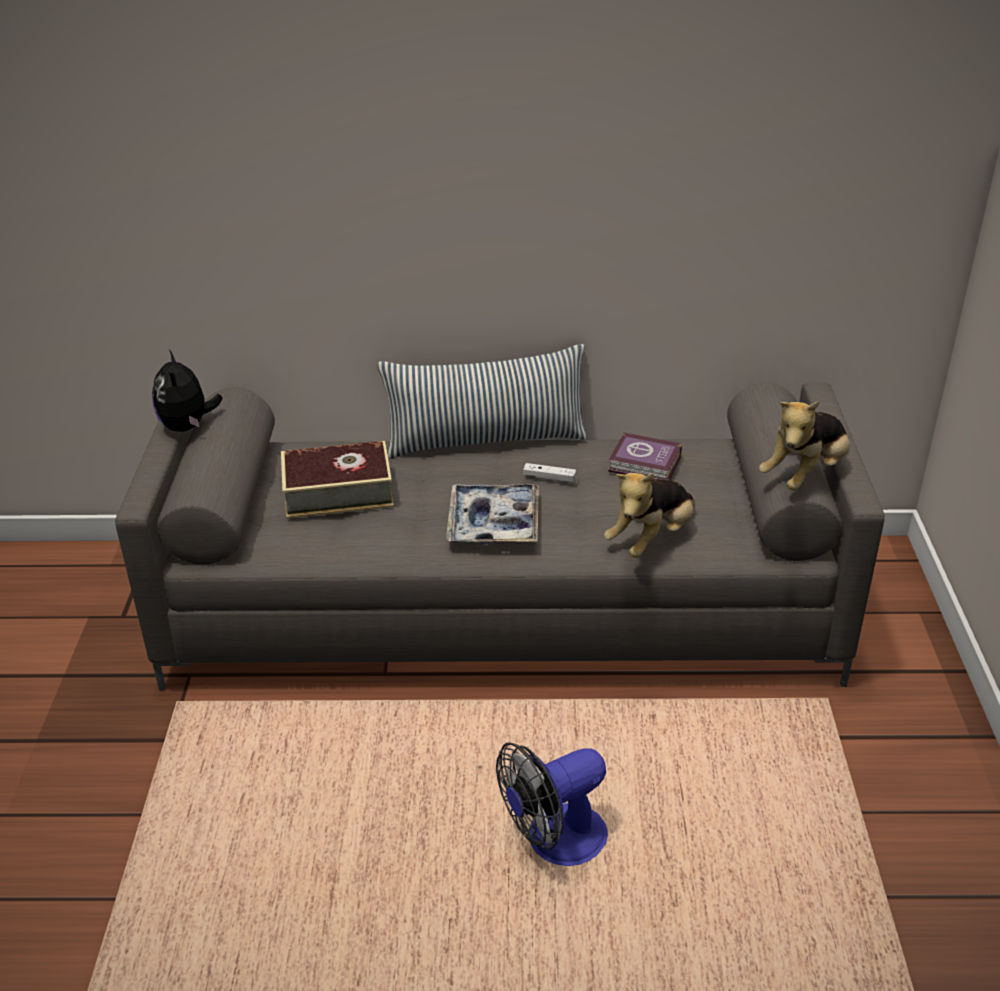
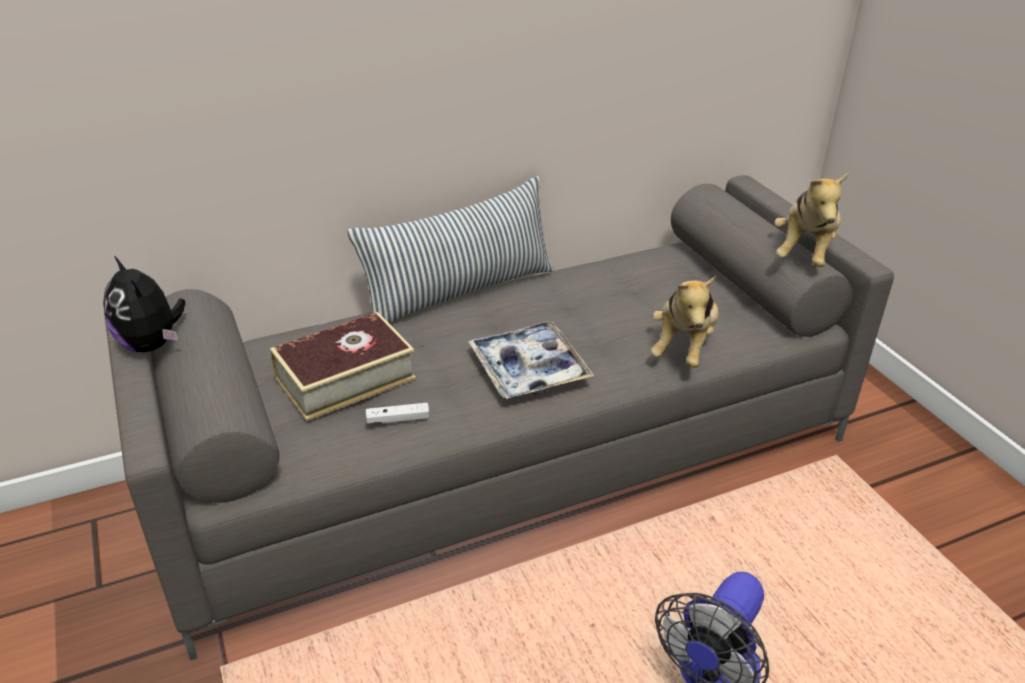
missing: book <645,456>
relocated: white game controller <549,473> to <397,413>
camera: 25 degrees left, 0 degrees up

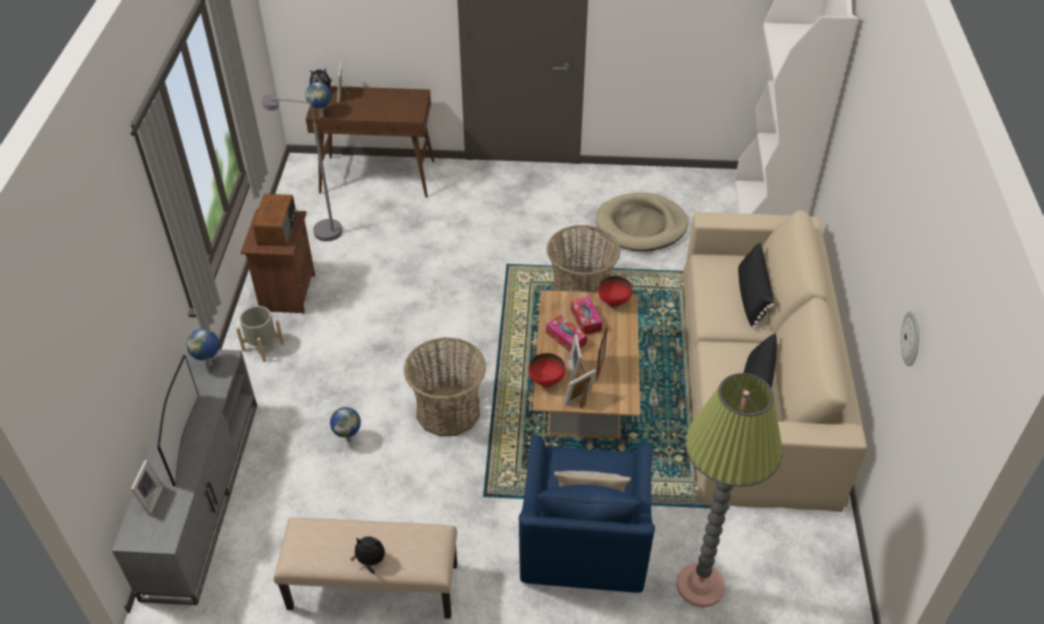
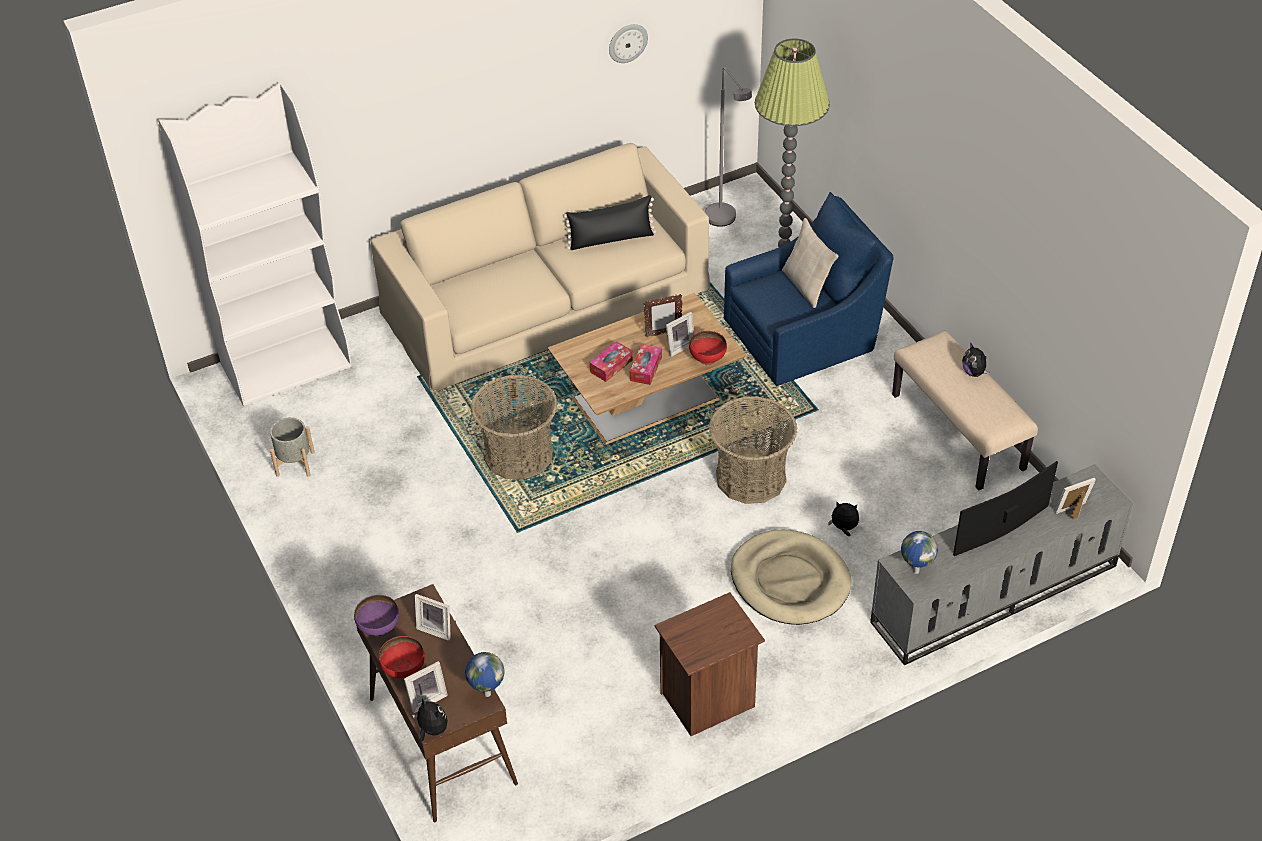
missing: radio <275,220>; black pillow <756,285>
appeared: purple bowl <376,615>
relocated: grey floor lamp <302,168> to <728,147>; beige dog bed <642,221> to <791,577>; red bowl <615,292> to <401,657>; grey planter <260,334> to <292,447>; picture frame <580,389> to <433,617>
exchanged: globe <345,424> to plush toy <843,519>
camera: 120 degrees left, 0 degrees up

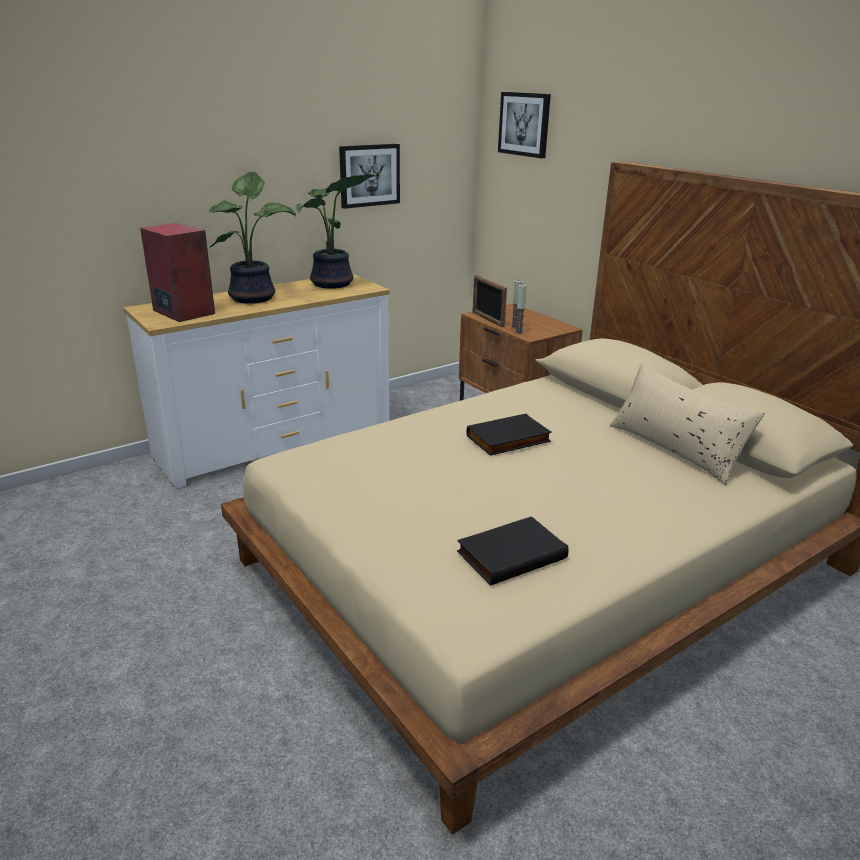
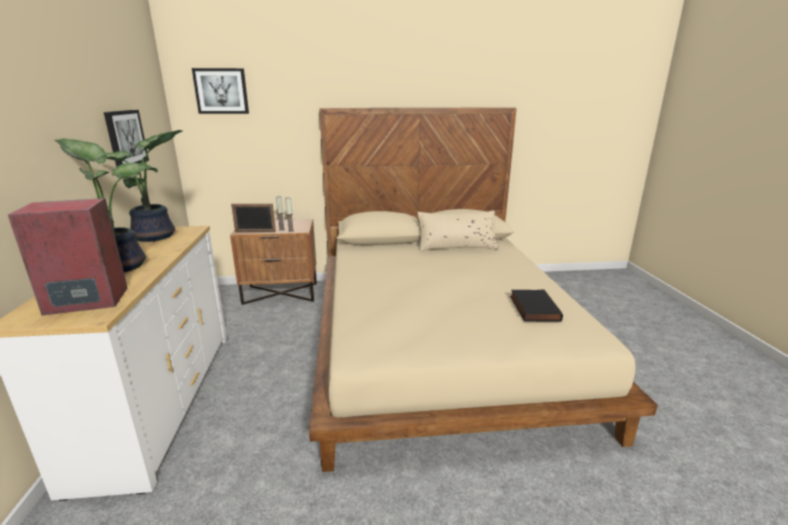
missing: black book <509,435>
camera: 60 degrees left, 5 degrees down

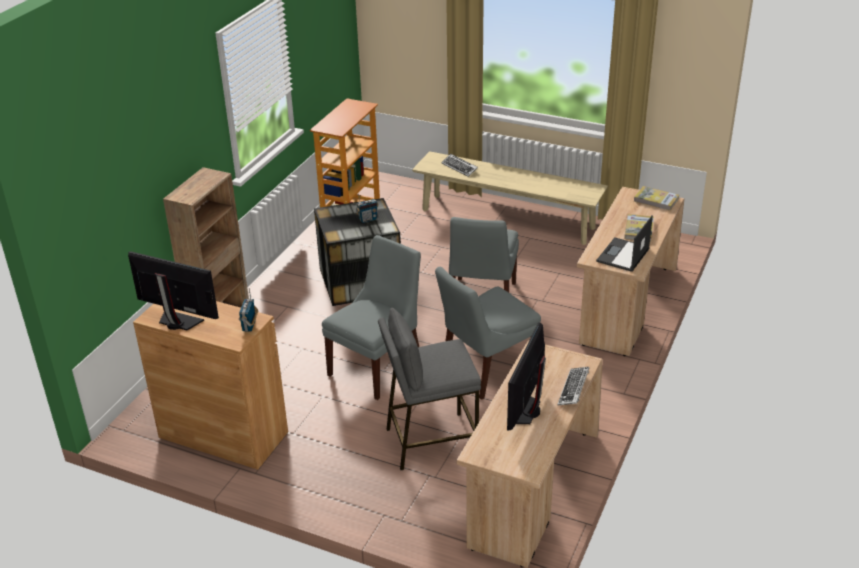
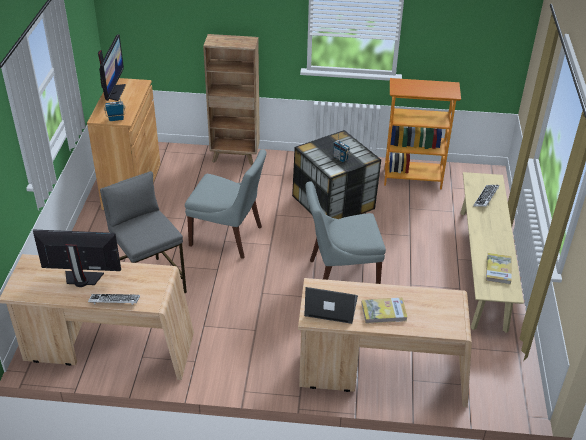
missing: grey chair <488,333>
relocated: book <656,198> to <499,268>
camera: 70 degrees right, 5 degrees up

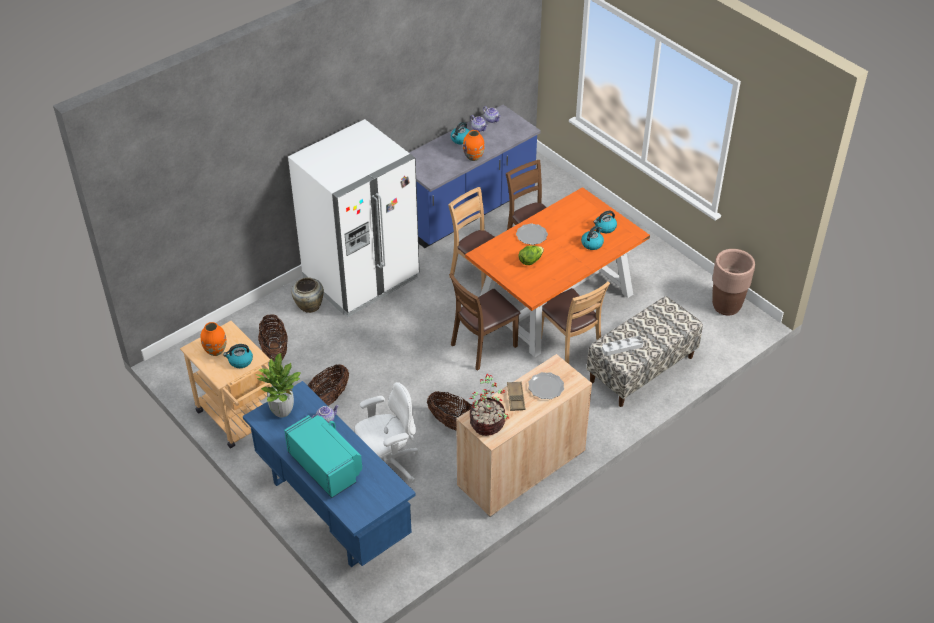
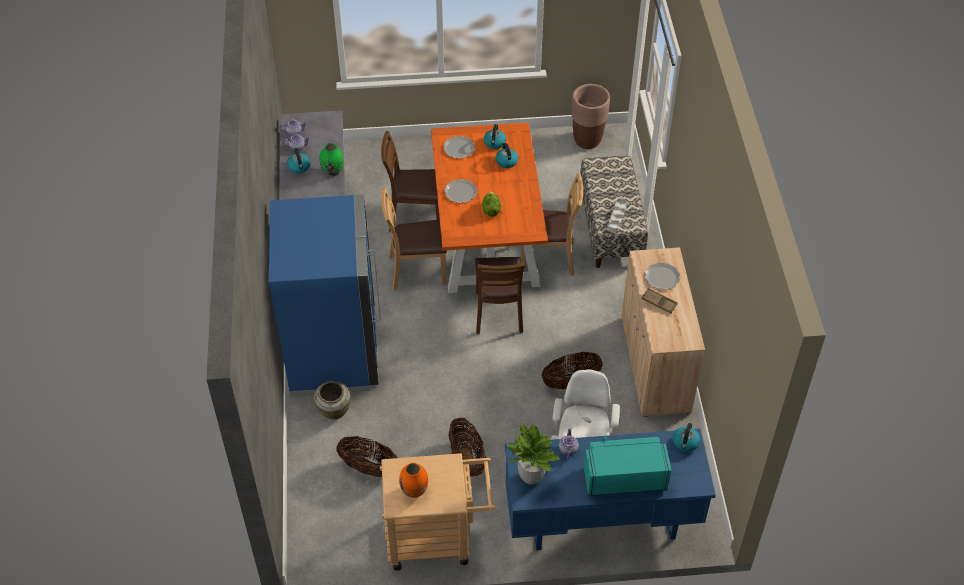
missing: potted plant <489,405>
appeared: plate <459,147>
relocated: kettle <238,356> to <686,437>
colour: white fridge <354,218> to blue fridge <325,295>; orange vase <474,145> to green vase <332,159>
camera: 55 degrees left, 5 degrees up

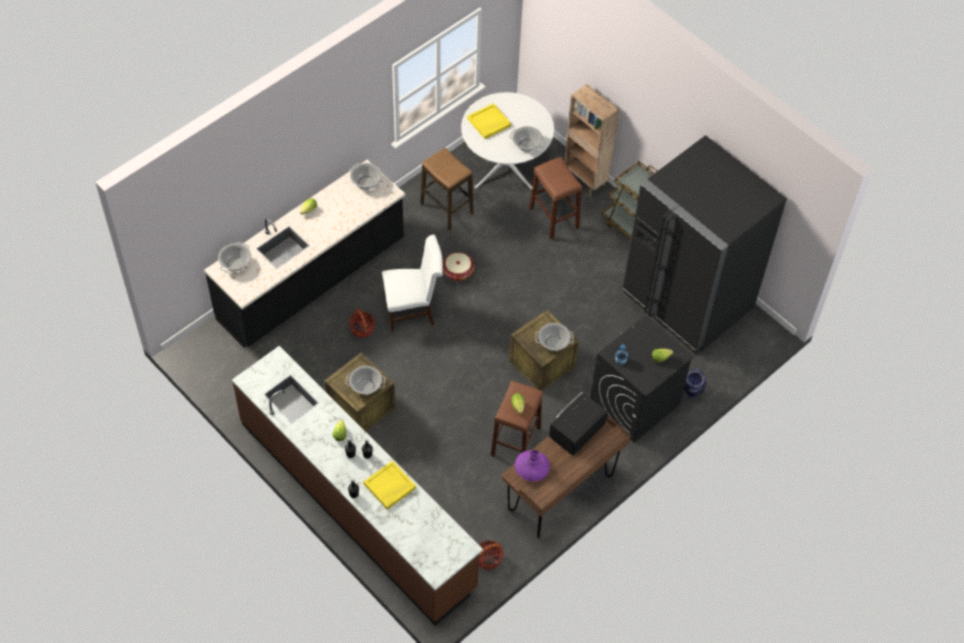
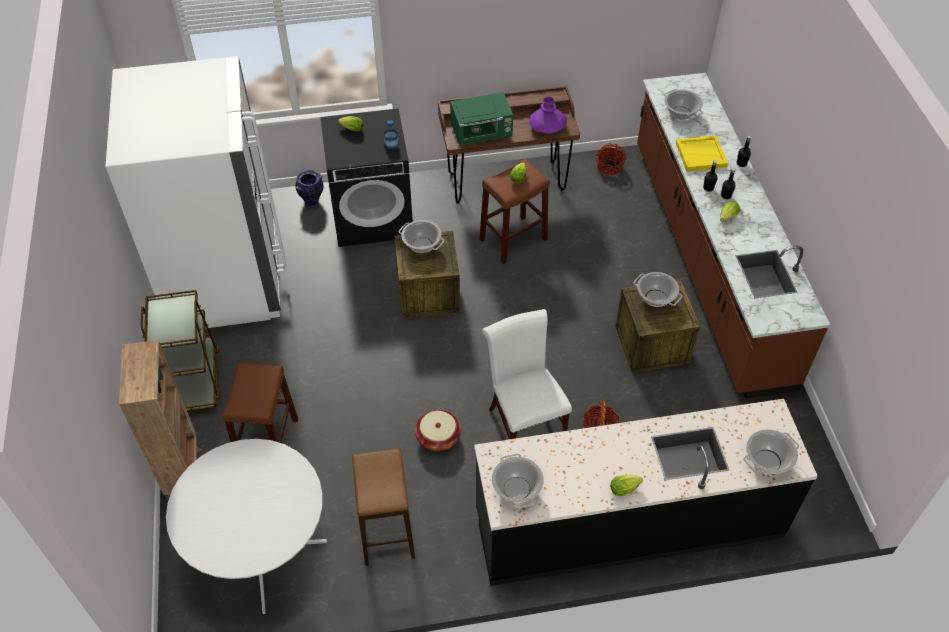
missing: yellow tray <489,121>
relocated: cooking pot <527,139> to <683,104>
colour: black fridge <705,244> to white fridge <196,192>; black microwave <578,423> to green microwave <481,119>
spun: white chair <412,283> = <527,374> 45 degrees clockwise
camera: 145 degrees left, 5 degrees down

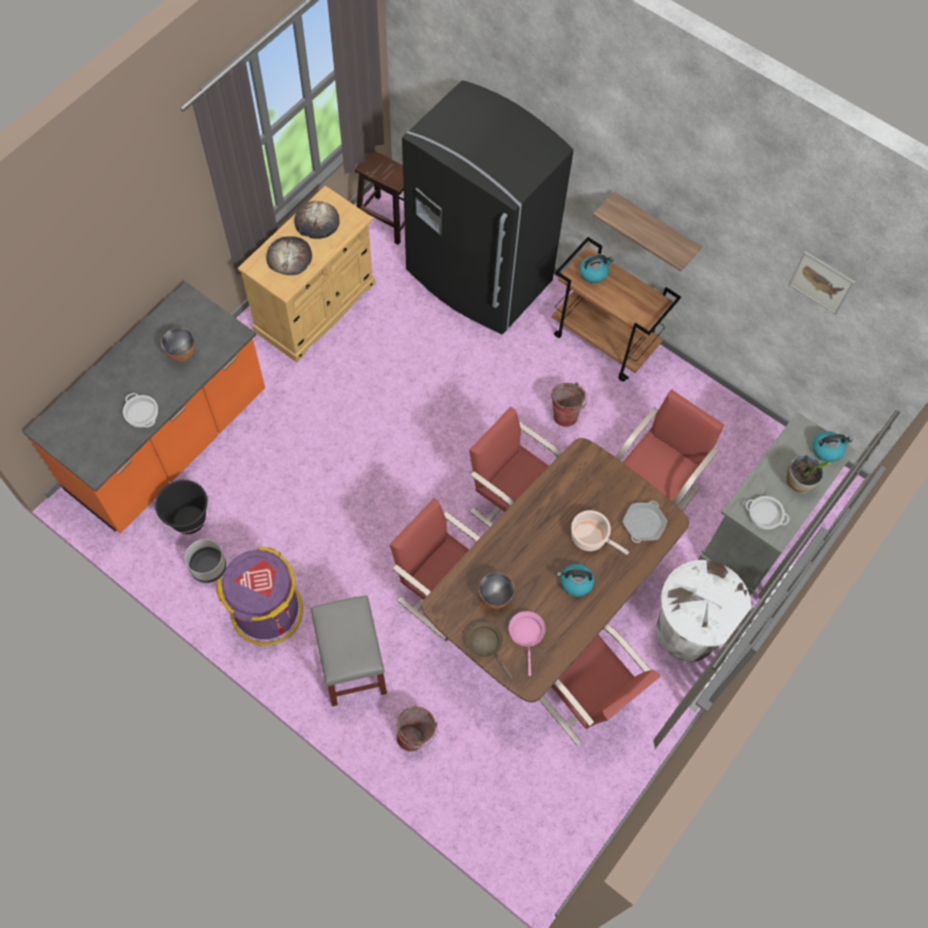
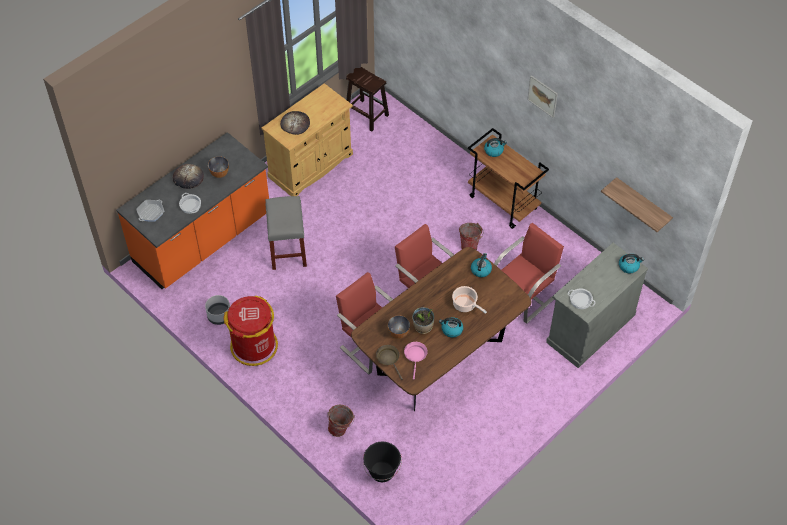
missing: black fridge <488,207>; white trash can <704,611>; red chair <599,685>
appeared: kettle <481,265>
relocated: shelf <647,232> to <637,204>; bread <317,220> to <188,176>; picture <822,283> to <542,96>; potted plant <808,474> to <423,320>; black bucket <183,507> to <382,462>; frying pan <645,522> to <150,211>; grey stool <349,650> to <286,233>
colour: purple trash can <259,596> to red trash can <251,331>
camera: 10 degrees right, 10 degrees down

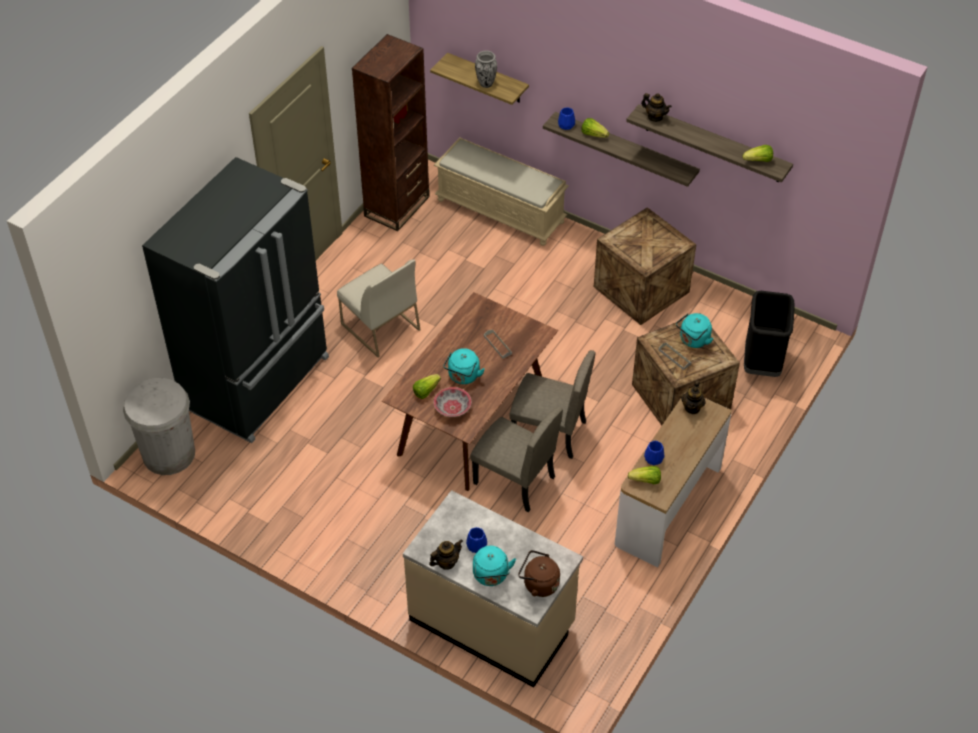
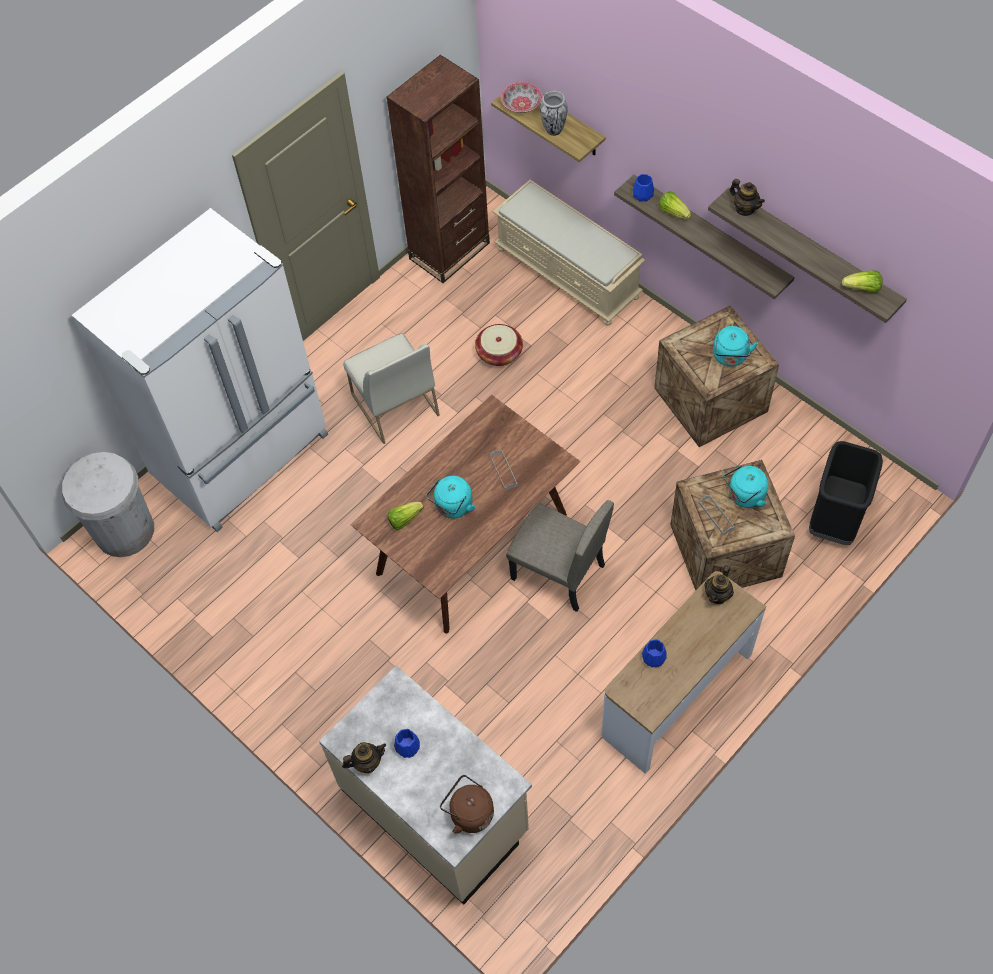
missing: beige chair <516,459>; lettuce <644,475>
appeared: basket <499,345>
relocated: bowl <453,402> to <521,97>; turquoise kettle <494,566> to <735,346>
colour: black fridge <235,300> to white fridge <200,370>
camera: 15 degrees right, 10 degrees up

